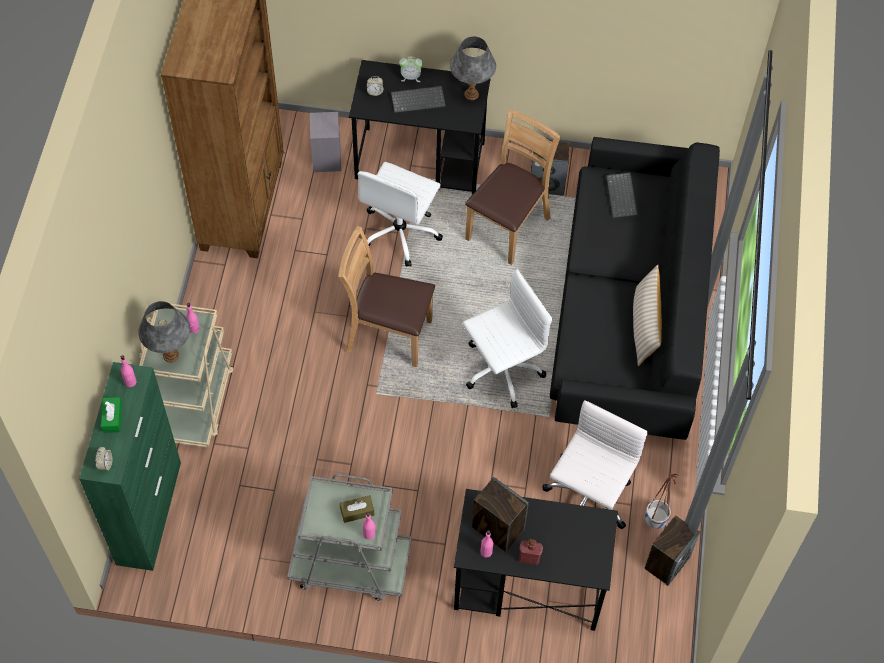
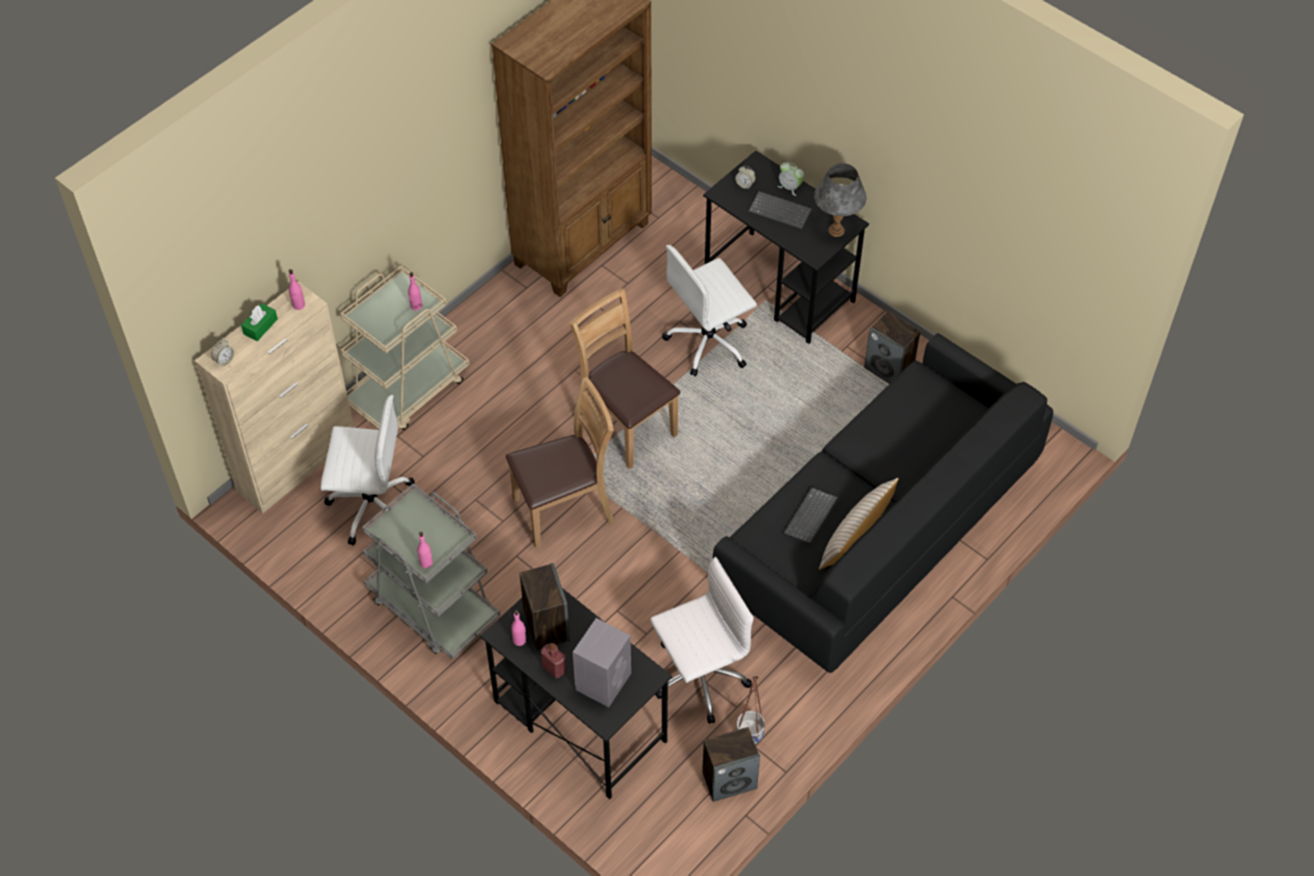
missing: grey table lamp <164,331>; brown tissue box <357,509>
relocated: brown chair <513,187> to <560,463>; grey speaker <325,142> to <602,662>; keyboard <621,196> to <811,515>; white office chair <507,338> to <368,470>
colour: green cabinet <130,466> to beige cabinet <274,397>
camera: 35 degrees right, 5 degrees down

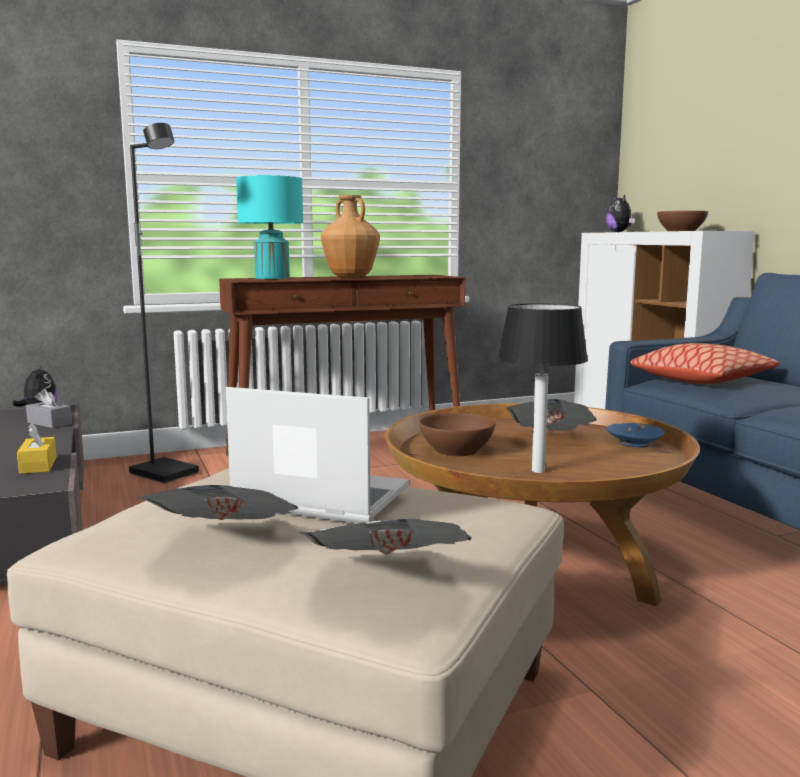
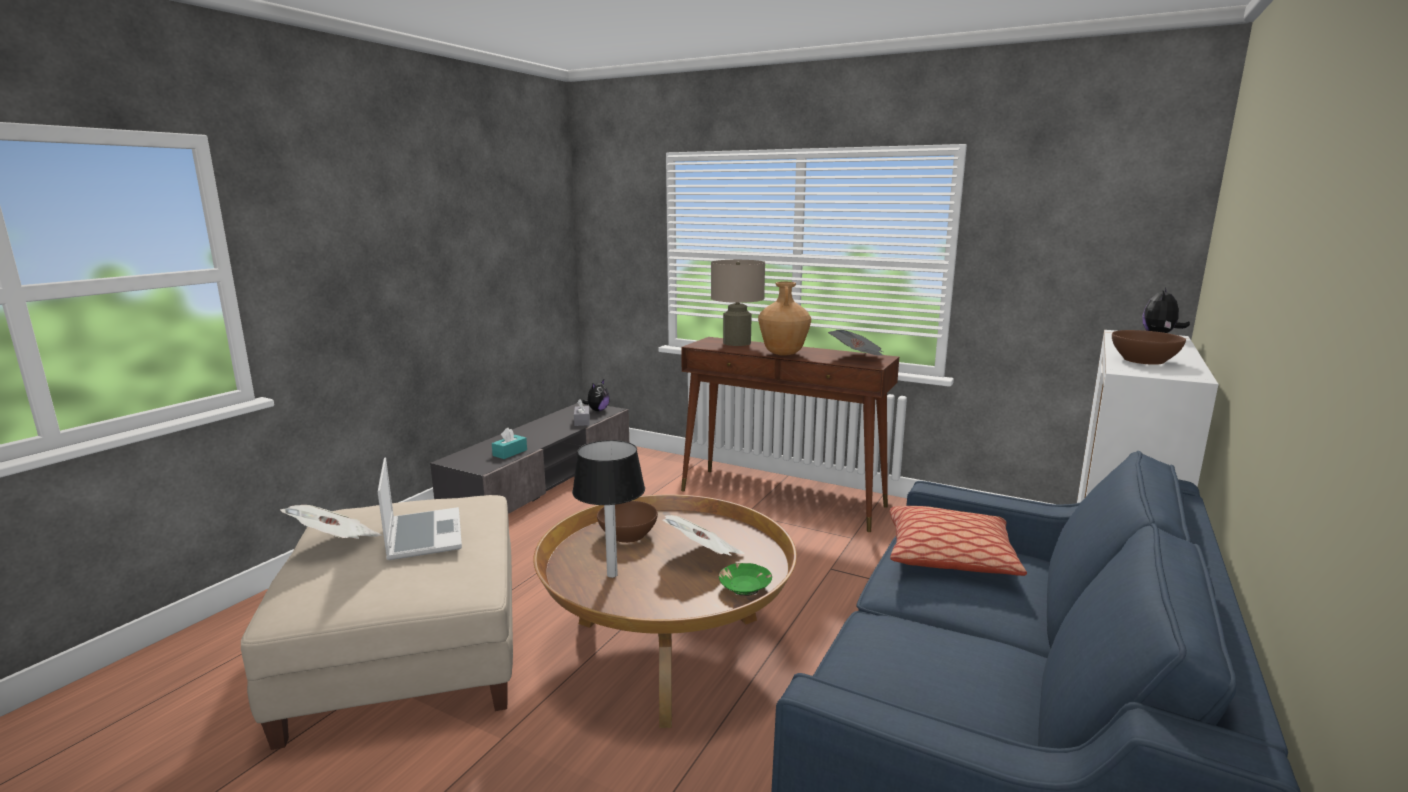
missing: black floor lamp <164,303>
relocated: newspaper <385,537> to <855,343>
colour: turquoise table lamp <269,227> to beige table lamp <738,303>; yellow tissue box <37,448> to turquoise tissue box <509,443>; blue bowl <635,435> to green bowl <745,579>
camera: 50 degrees right, 5 degrees up

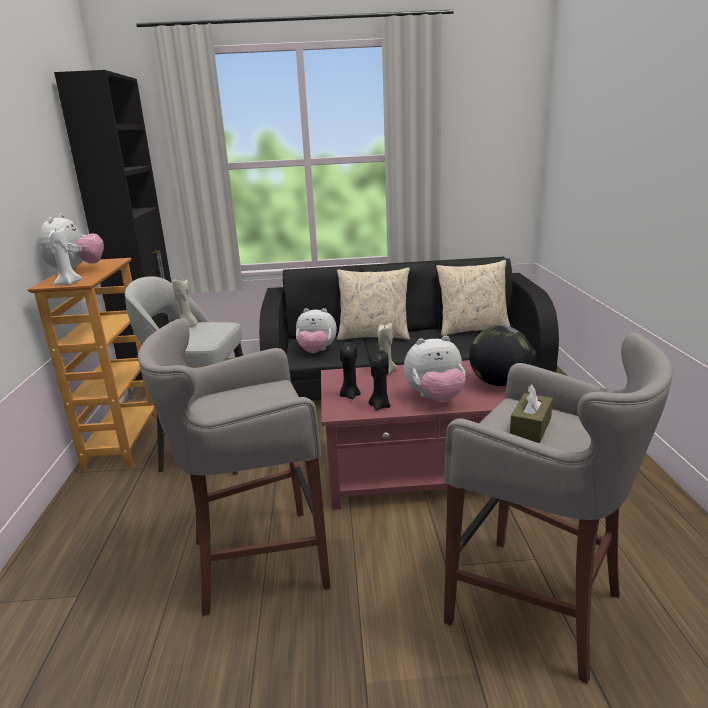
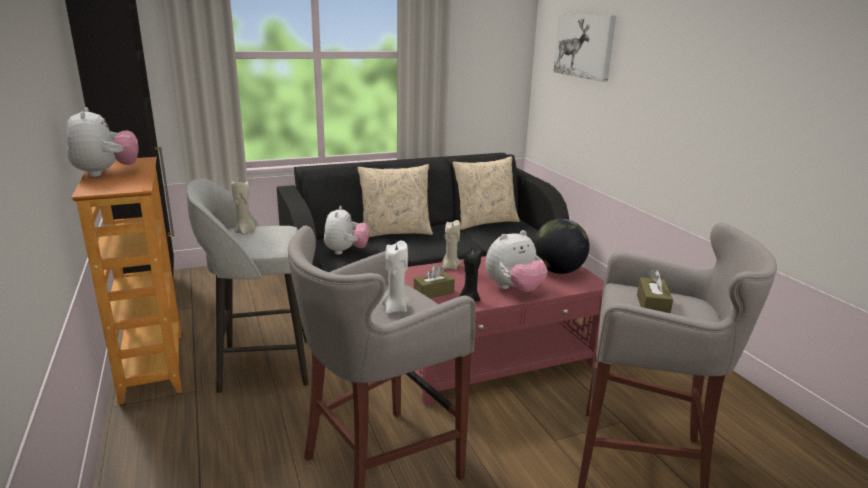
appeared: picture <584,48>
relocated: white candle <65,256> to <395,277>
exchanged: black candle <350,370> to brown tissue box <434,281>
spun: plush toy <316,330> = <346,230> 75 degrees counterclockwise
camera: 20 degrees left, 0 degrees up

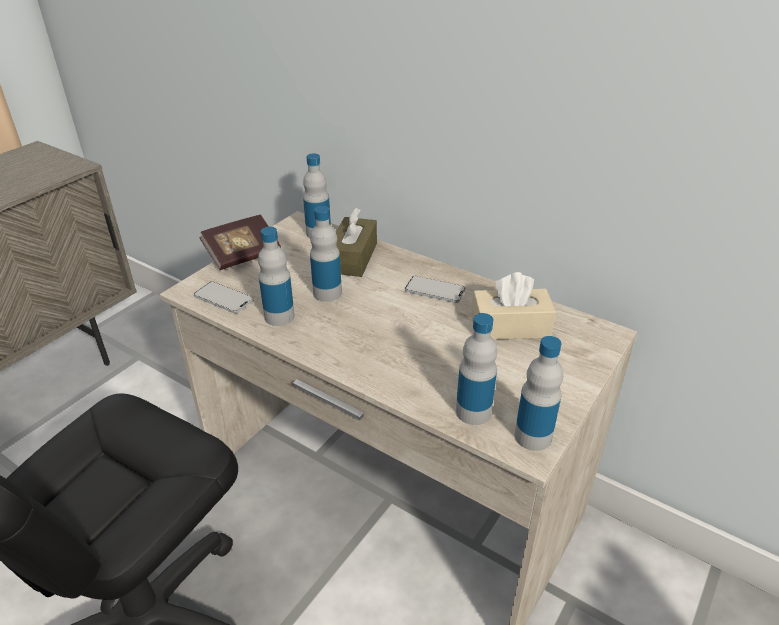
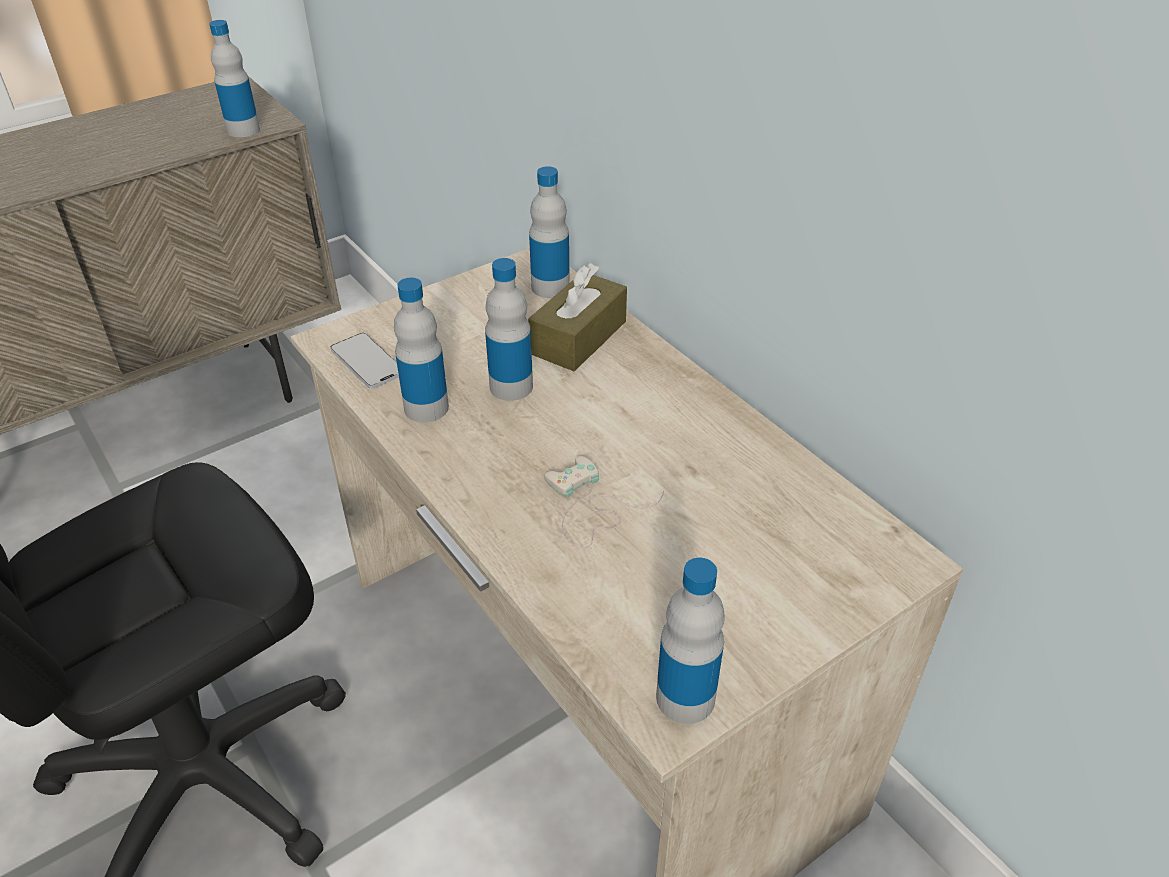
missing: book <240,242>; beige tissue box <513,306>; phone <435,289>
appeared: white game controller <604,502>
relocated: bottle <477,369> to <234,78>
camera: 20 degrees right, 5 degrees up

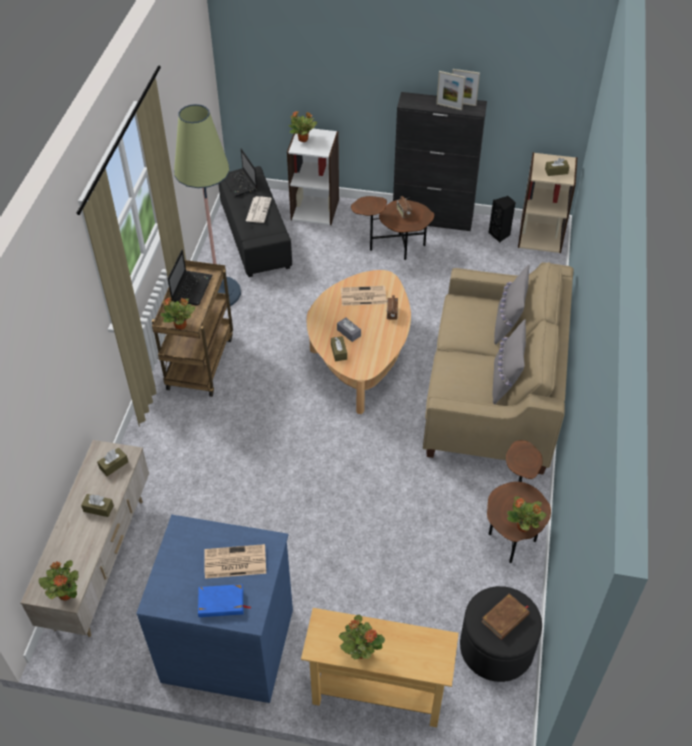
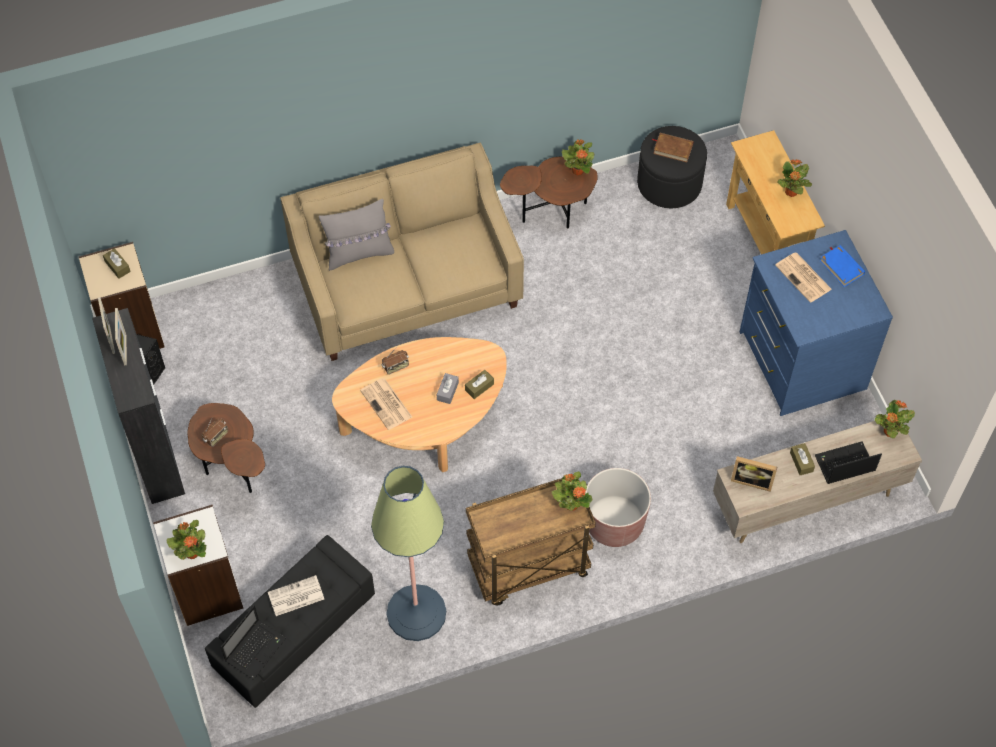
missing: grey pillow <509,362>
appeared: brown planter <618,507>
relocated: laptop <190,278> to <848,462>
exchanged: brown tissue box <112,462> to picture frame <754,474>
camera: 120 degrees left, 10 degrees up

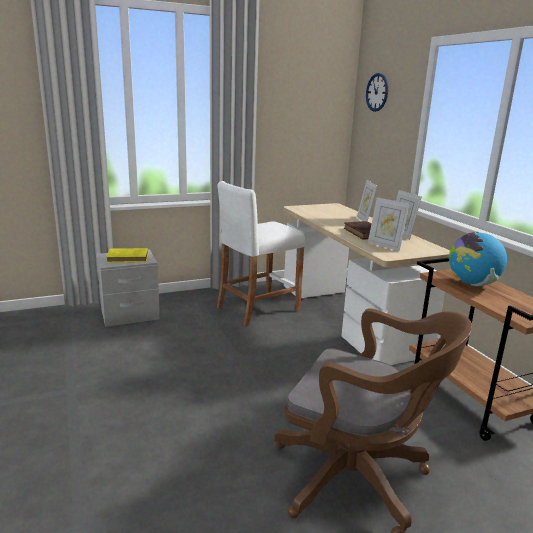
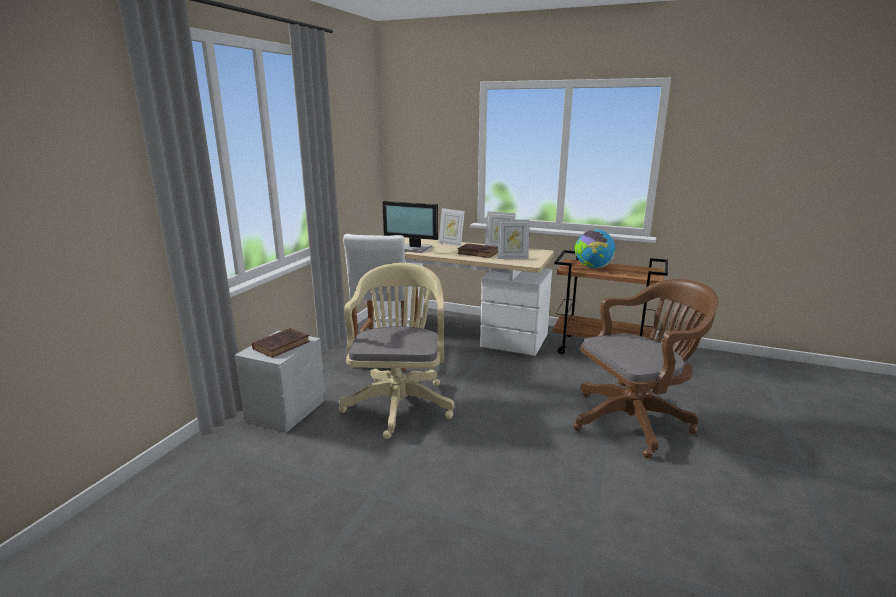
missing: wall clock <377,92>
appeared: monitor <410,227>; beige office chair <396,351>
colour: yellow book <127,255> to brown book <281,343>
camera: 45 degrees left, 0 degrees up

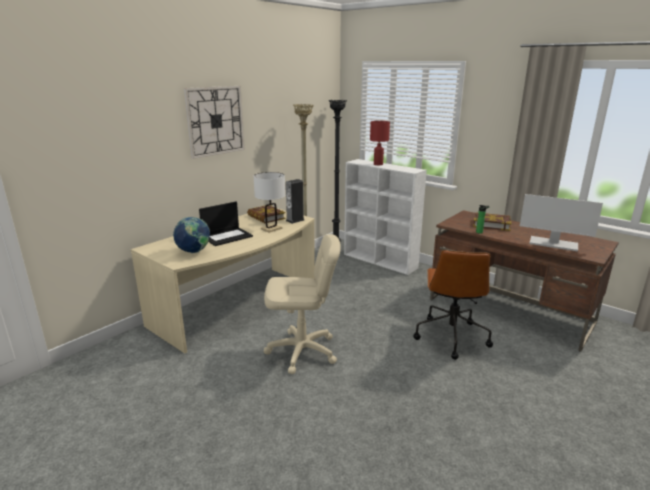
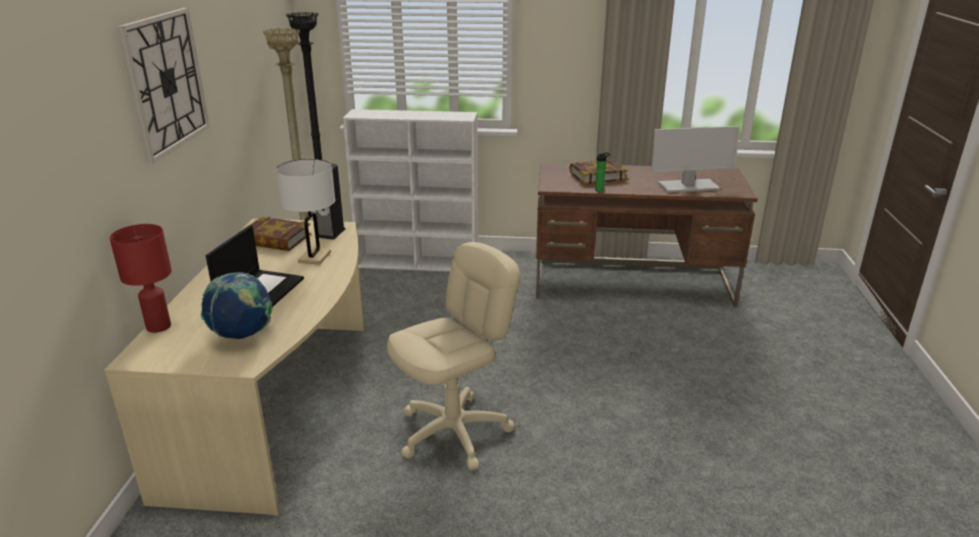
missing: brown office chair <453,305>
relocated: red table lamp <380,143> to <141,278>
camera: 35 degrees left, 5 degrees up

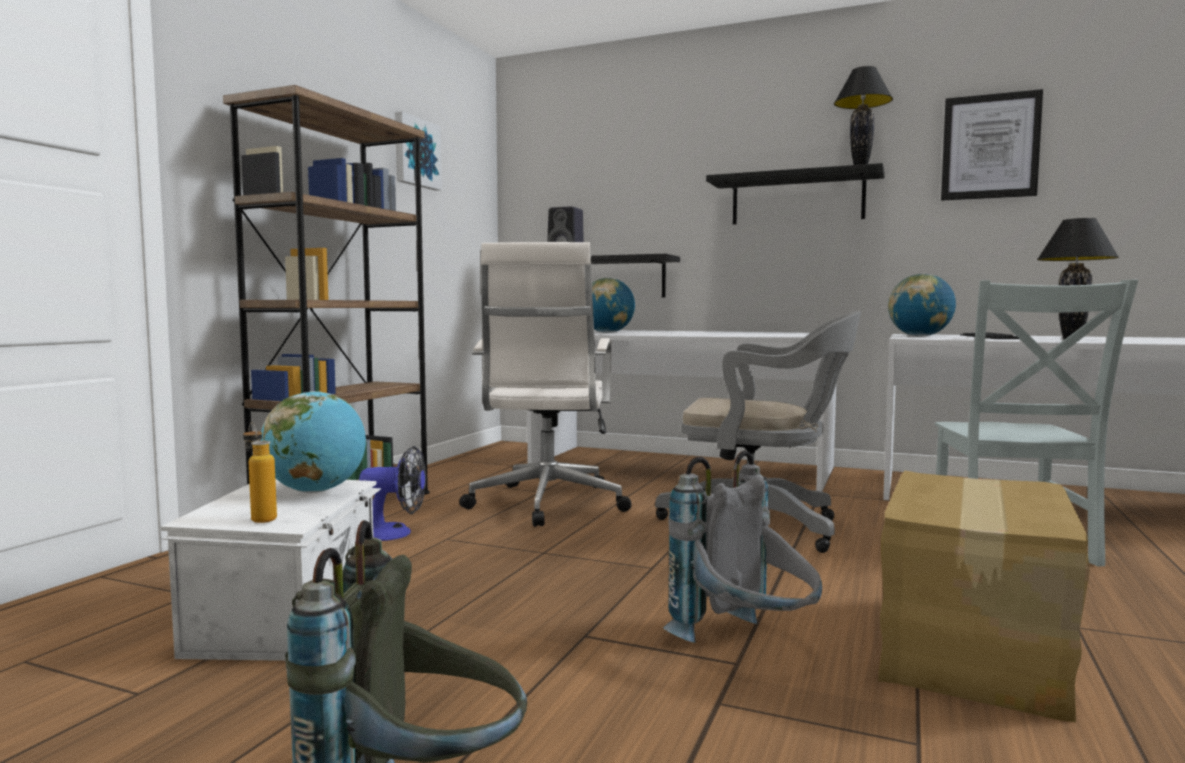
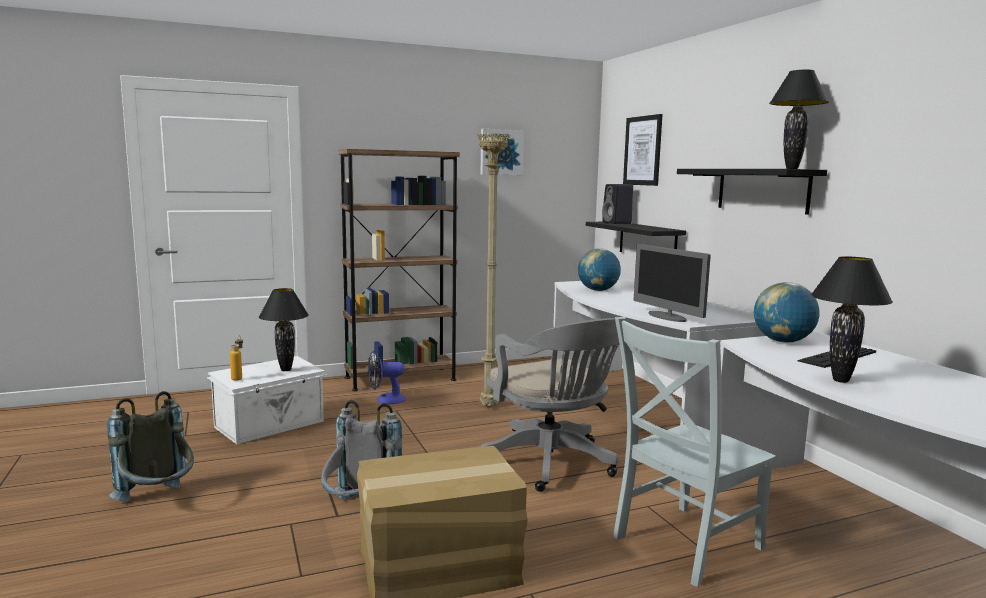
appeared: monitor <672,283>
relocated: picture <992,145> to <642,150>
exchanged: white office chair <545,384> to beige floor lamp <493,270>; globe <313,442> to black table lamp <284,329>
spun: fan <392,493> = <387,377> 120 degrees clockwise
camera: 45 degrees right, 5 degrees up

